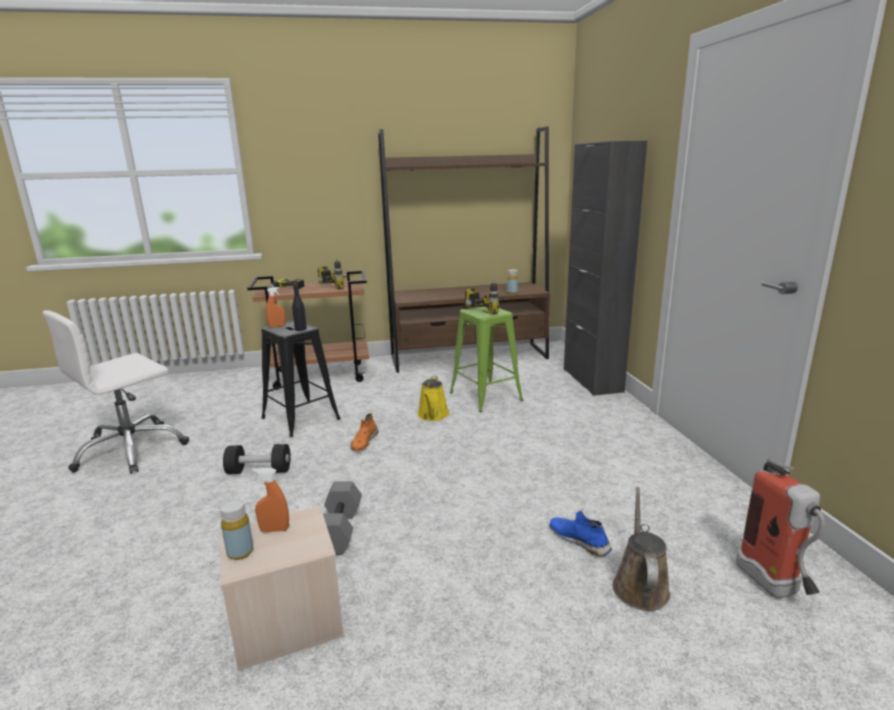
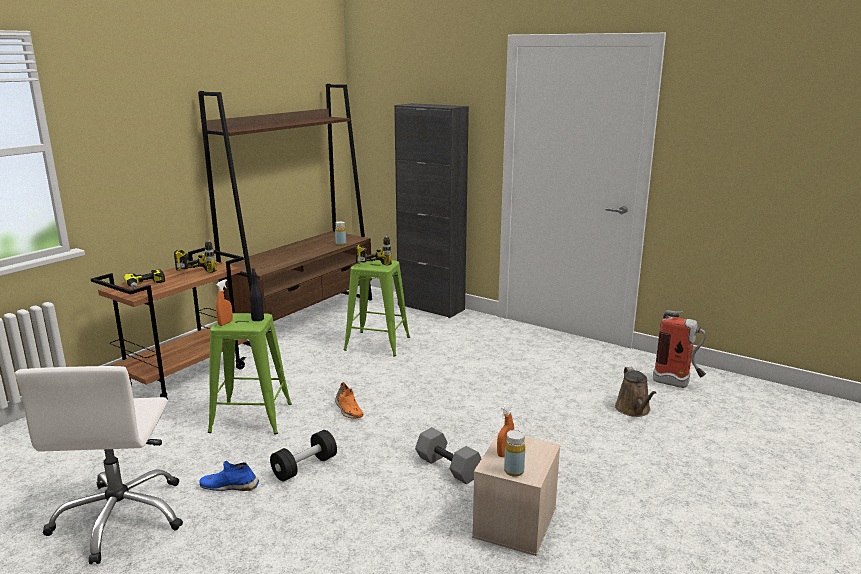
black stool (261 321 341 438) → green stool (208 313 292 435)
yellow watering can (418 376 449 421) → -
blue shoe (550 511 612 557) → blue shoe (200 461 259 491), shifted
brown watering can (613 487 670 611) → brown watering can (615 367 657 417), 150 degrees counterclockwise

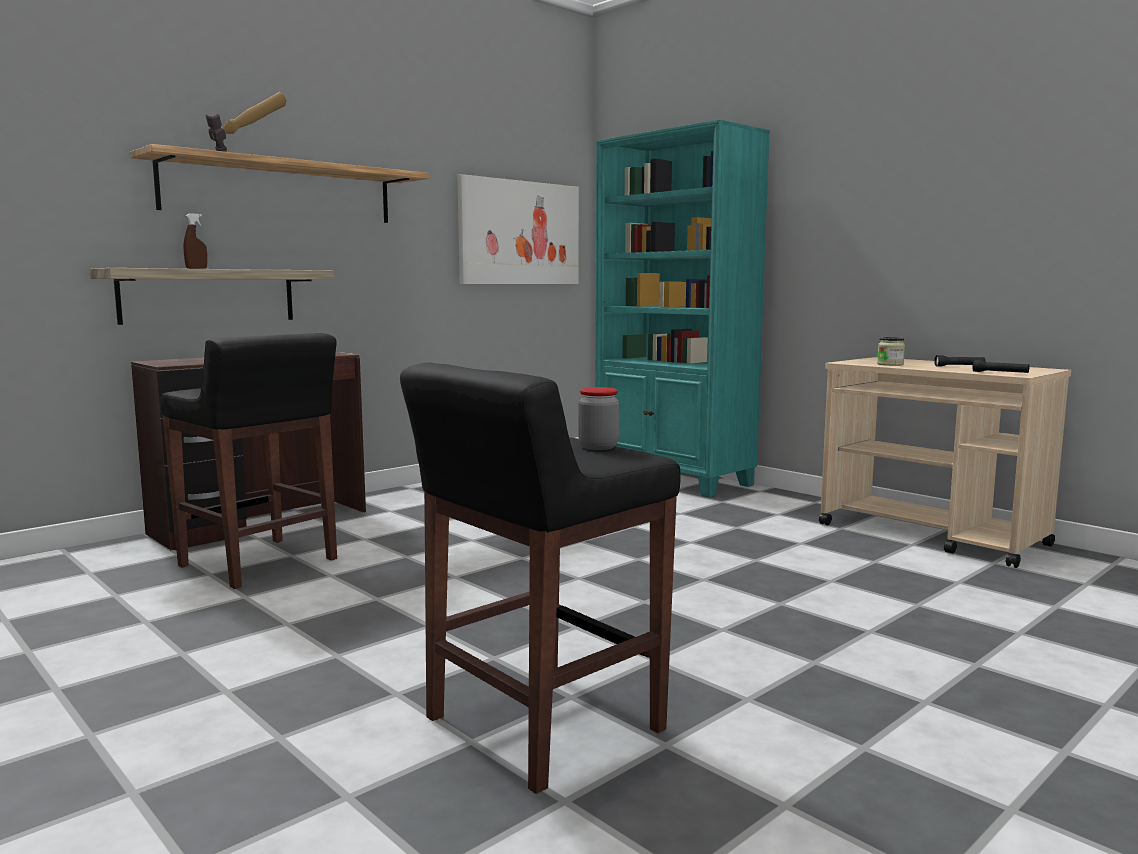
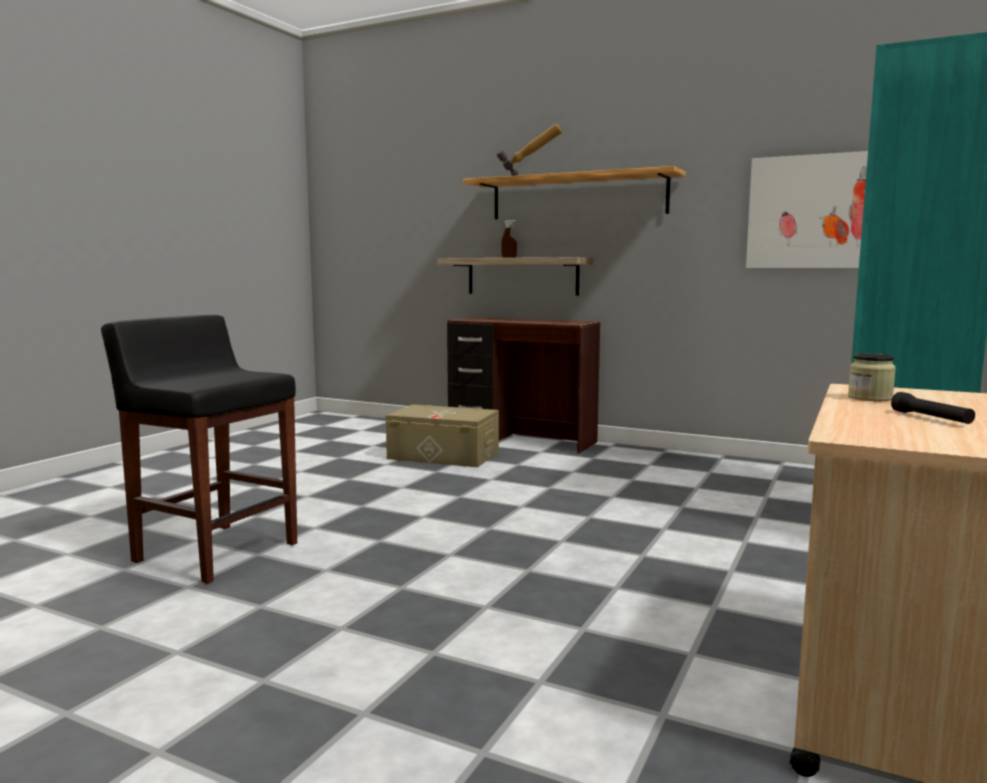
black stool (160 333 337 589) → beige storage box (386 405 499 467)
jar (578 387 619 450) → -
black flashlight (973 360 1030 373) → -

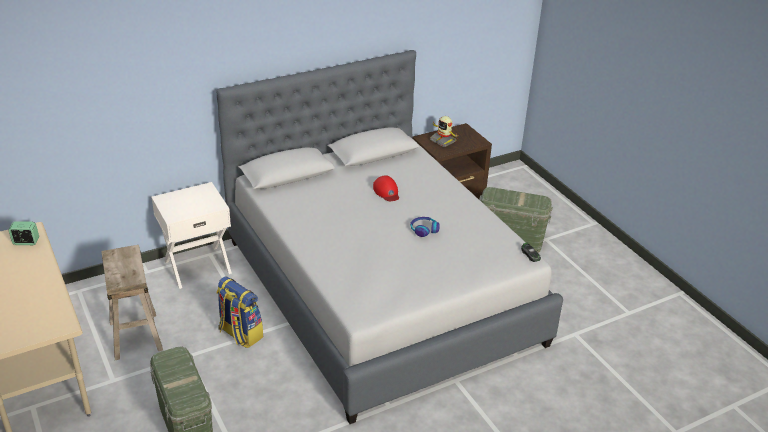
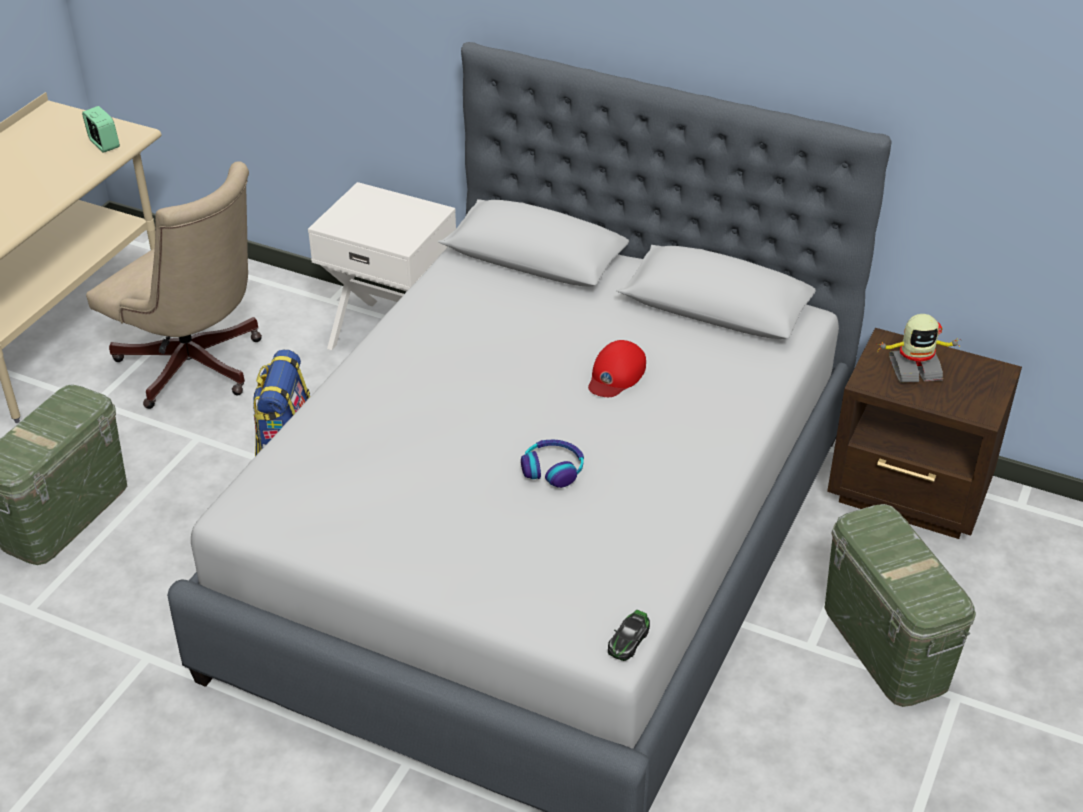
beige stool (101 245 163 360) → beige office chair (86 161 262 409)
toy robot (430 116 459 147) → toy robot (878 314 961 382), 105 degrees counterclockwise

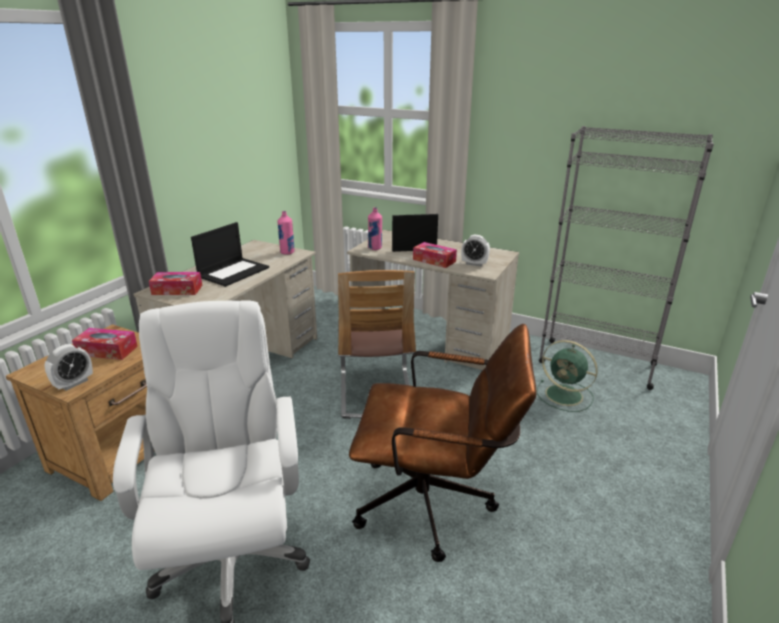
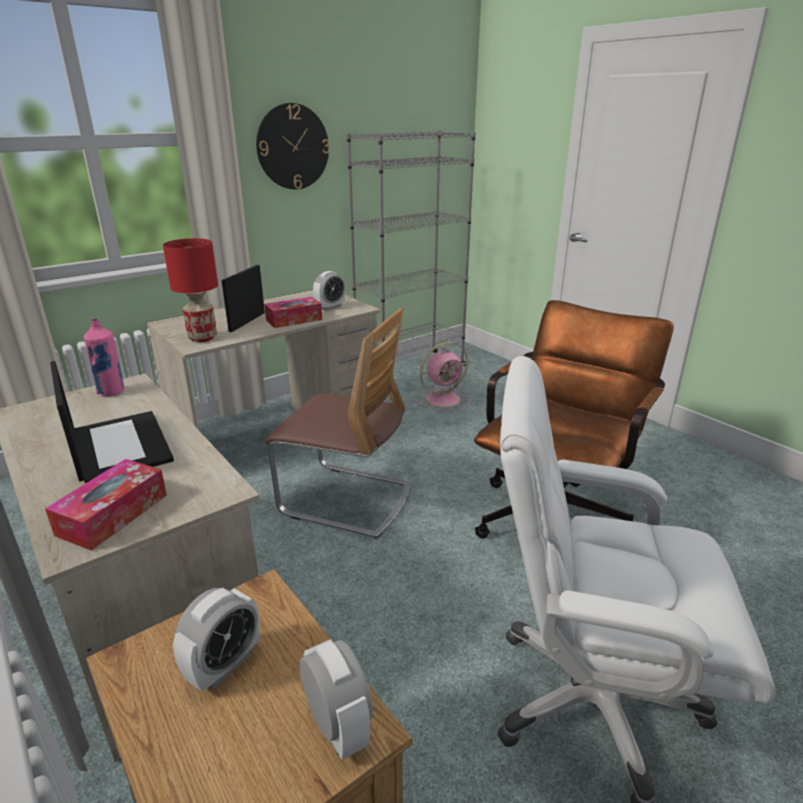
tissue box (72 328 138 360) → alarm clock (173 588 260 692)
pink bottle (368 207 382 250) → red table lamp (163 238 218 342)
green fan (537 340 598 412) → pink fan (414 342 471 411)
- → wall clock (256 103 330 189)

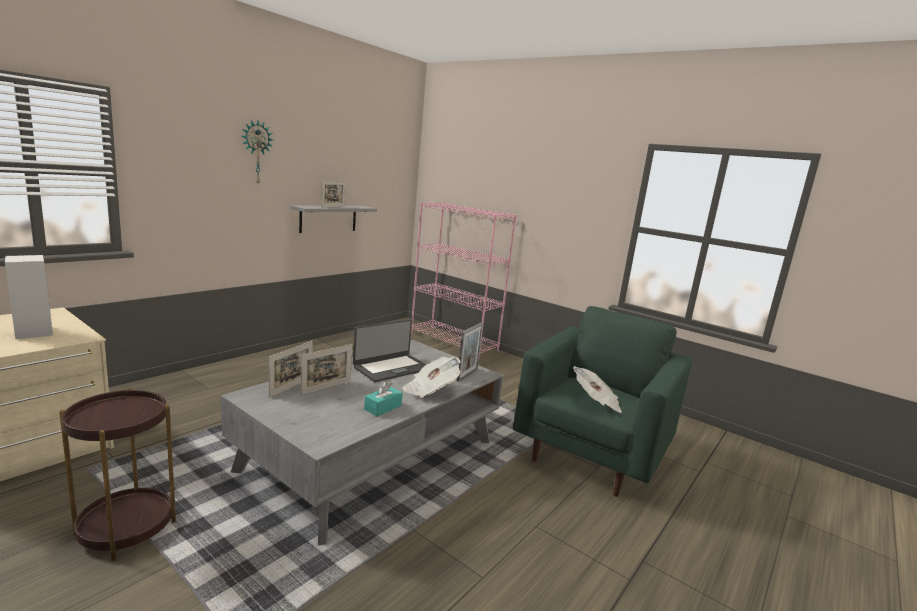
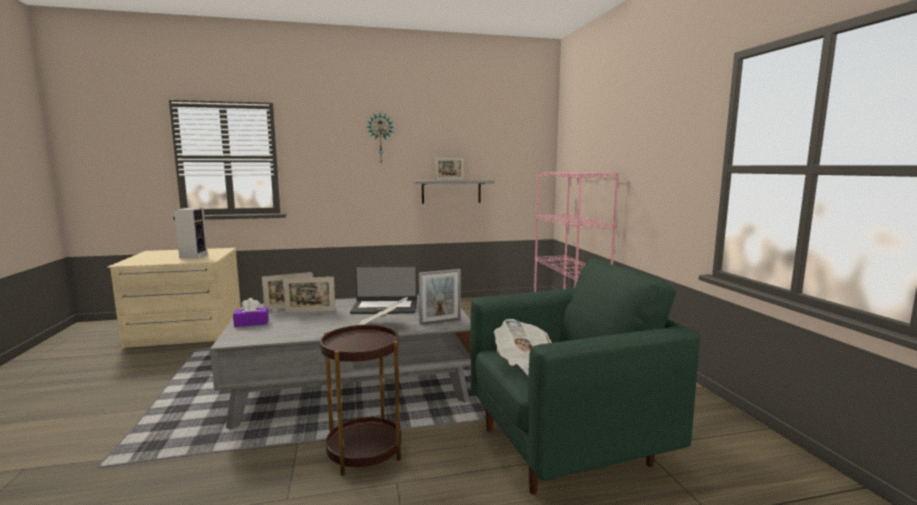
brown side table (59 388 176 561) → brown side table (320 324 401 475), shifted
turquoise tissue box (364 381 403 416) → -
- → purple tissue box (233 298 269 327)

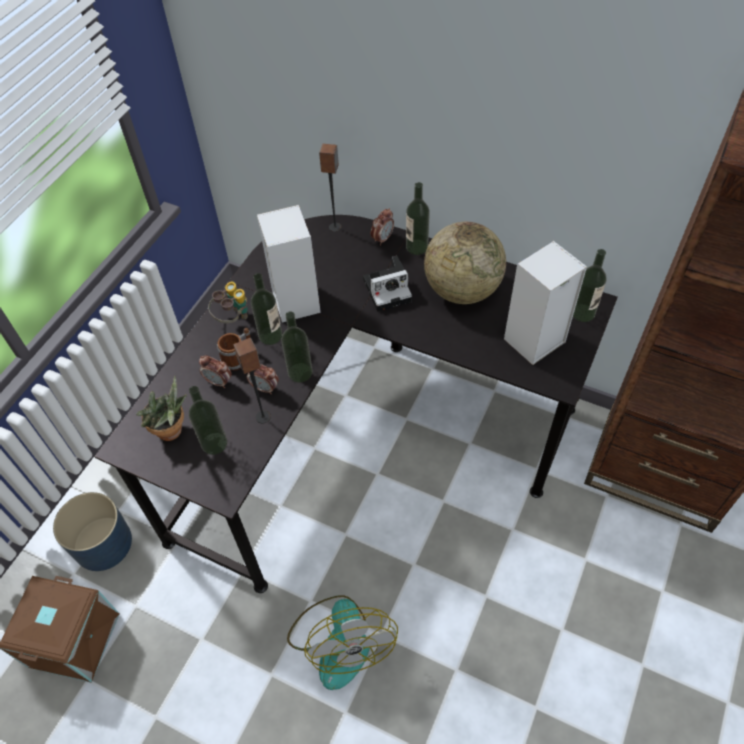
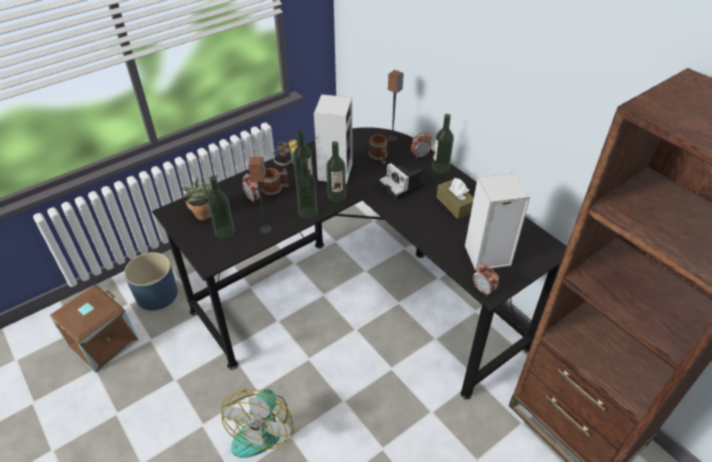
alarm clock (246 364 279 394) → alarm clock (473 263 499 297), shifted
photo camera (363 256 412 311) → photo camera (379 163 424 200), 45 degrees clockwise
globe (424 222 506 304) → brown tissue box (436 178 474 219)
bottle (573 249 606 322) → bottle (326 141 346 203), shifted
- → mug (369 134 388 167)

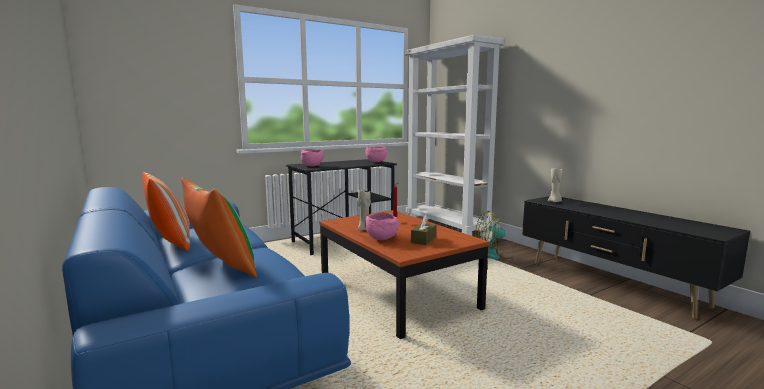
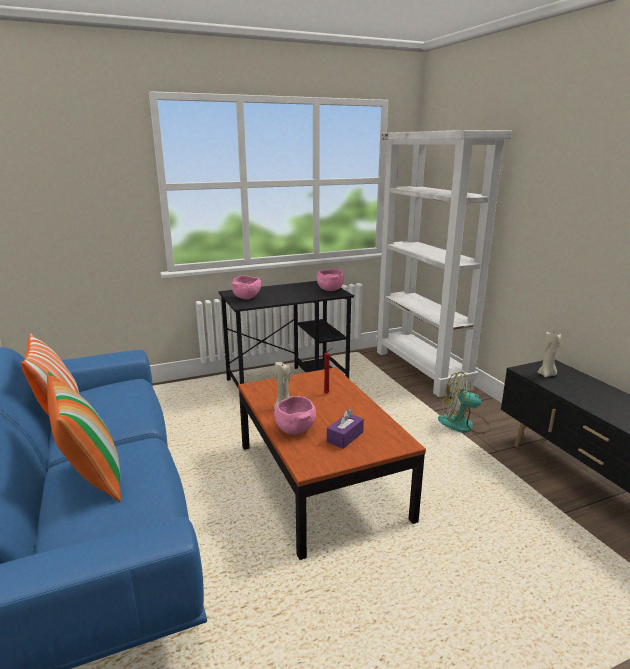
brown tissue box (411 215 437 245) → purple tissue box (327 409 364 449)

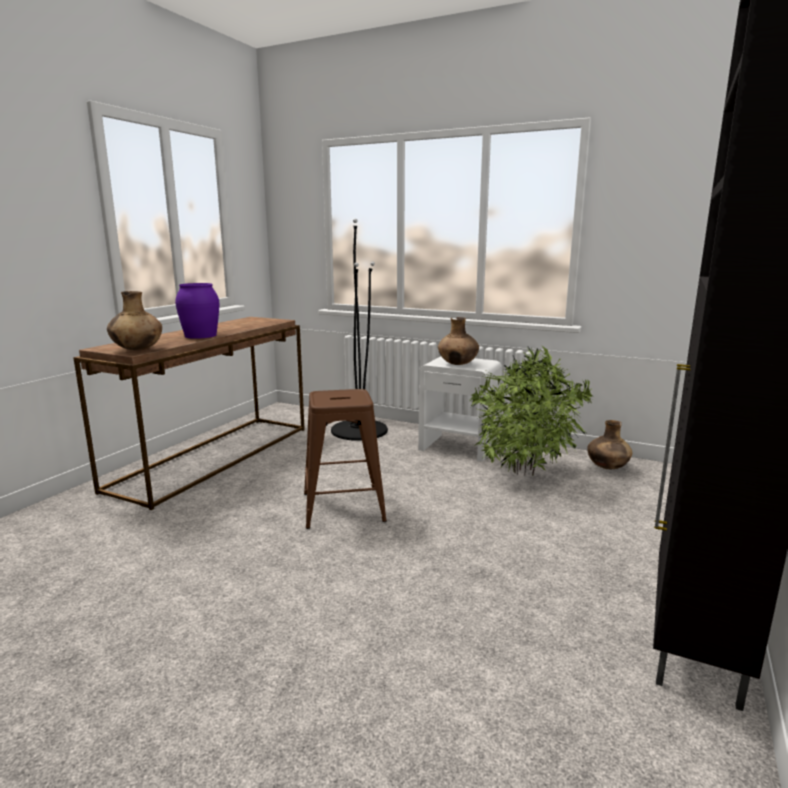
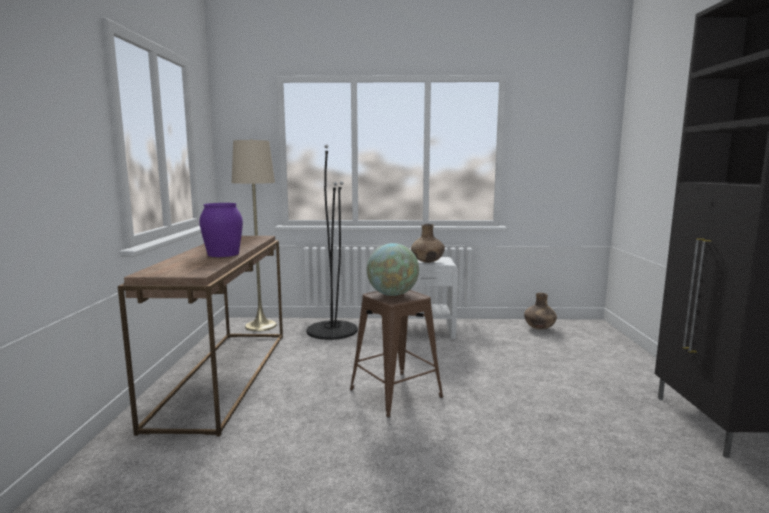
brown vase (107 291 162 351) → -
potted plant (468 346 592 476) → -
- → beige floor lamp (232 139 277 331)
- → globe (367 243 419 296)

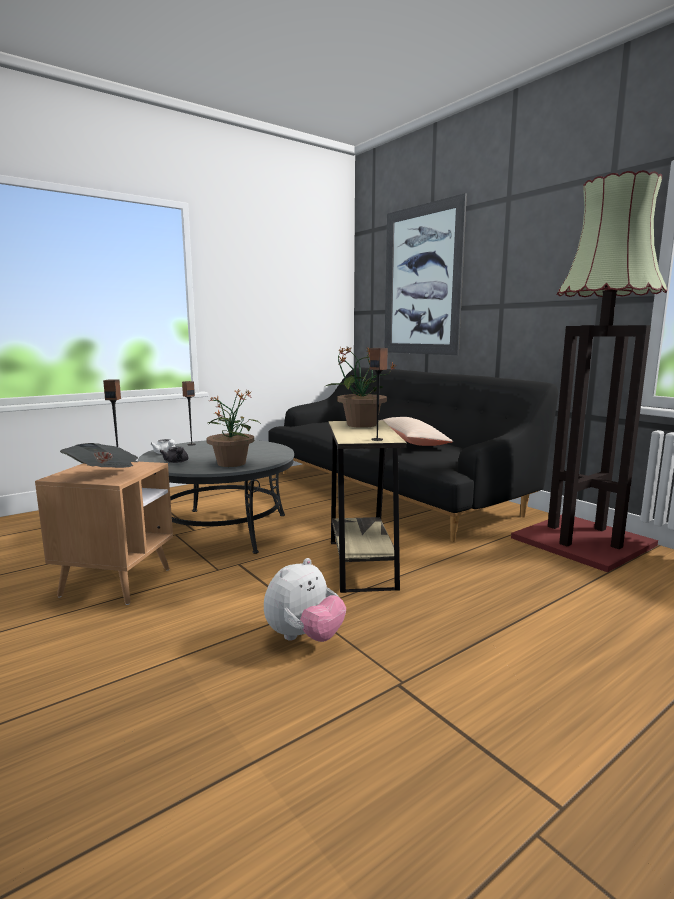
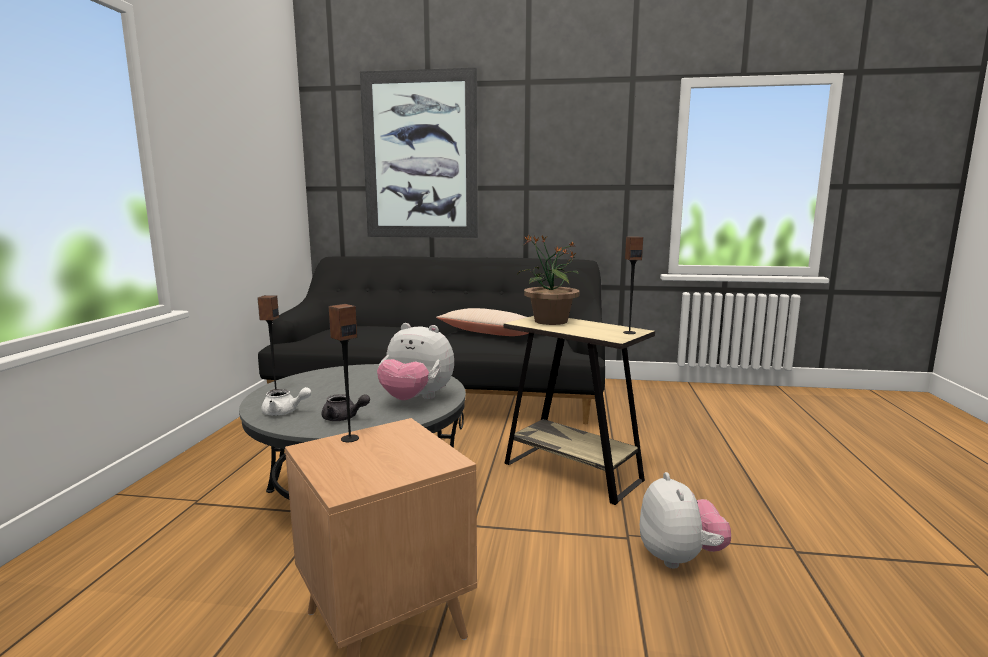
newspaper (60 443 138 468) → -
potted plant (206 388 261 467) → plush toy (377 323 454 400)
floor lamp (511 170 667 572) → -

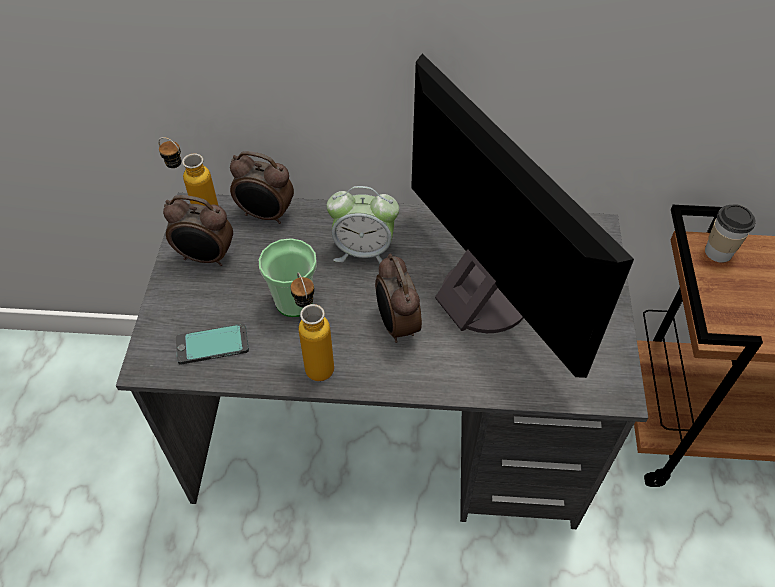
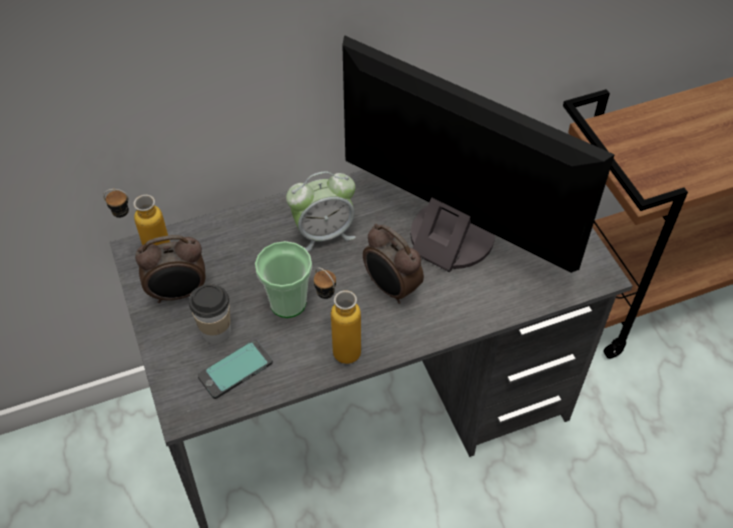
alarm clock (230 151 294 224) → -
cup (705 204 756 263) → cup (189 284 231 344), shifted

